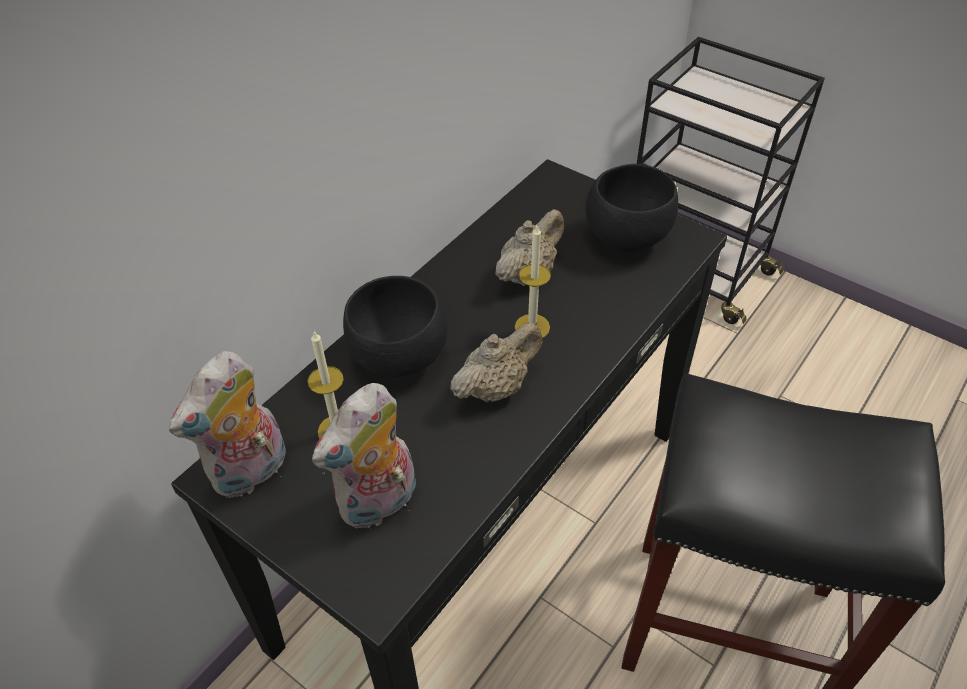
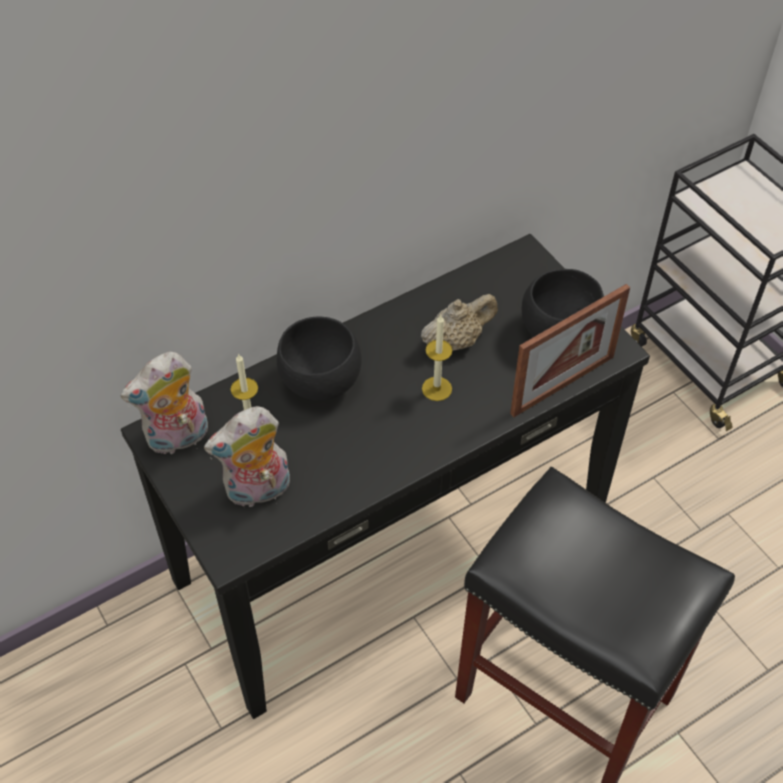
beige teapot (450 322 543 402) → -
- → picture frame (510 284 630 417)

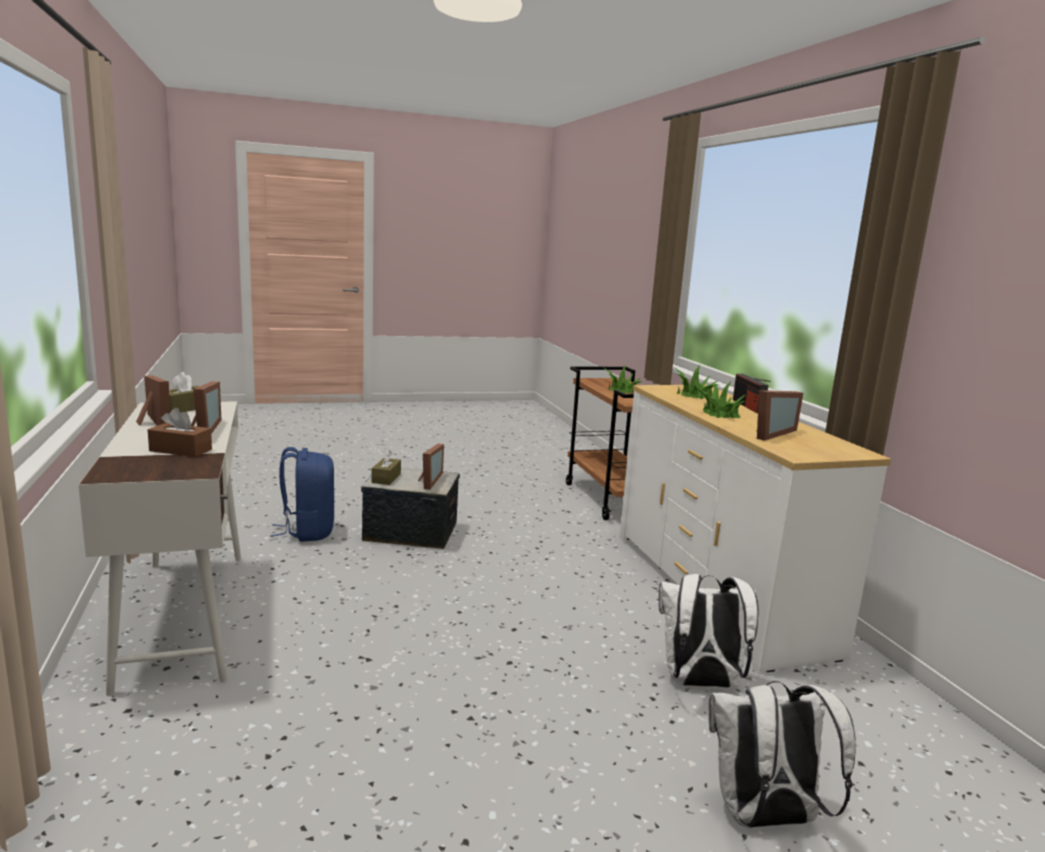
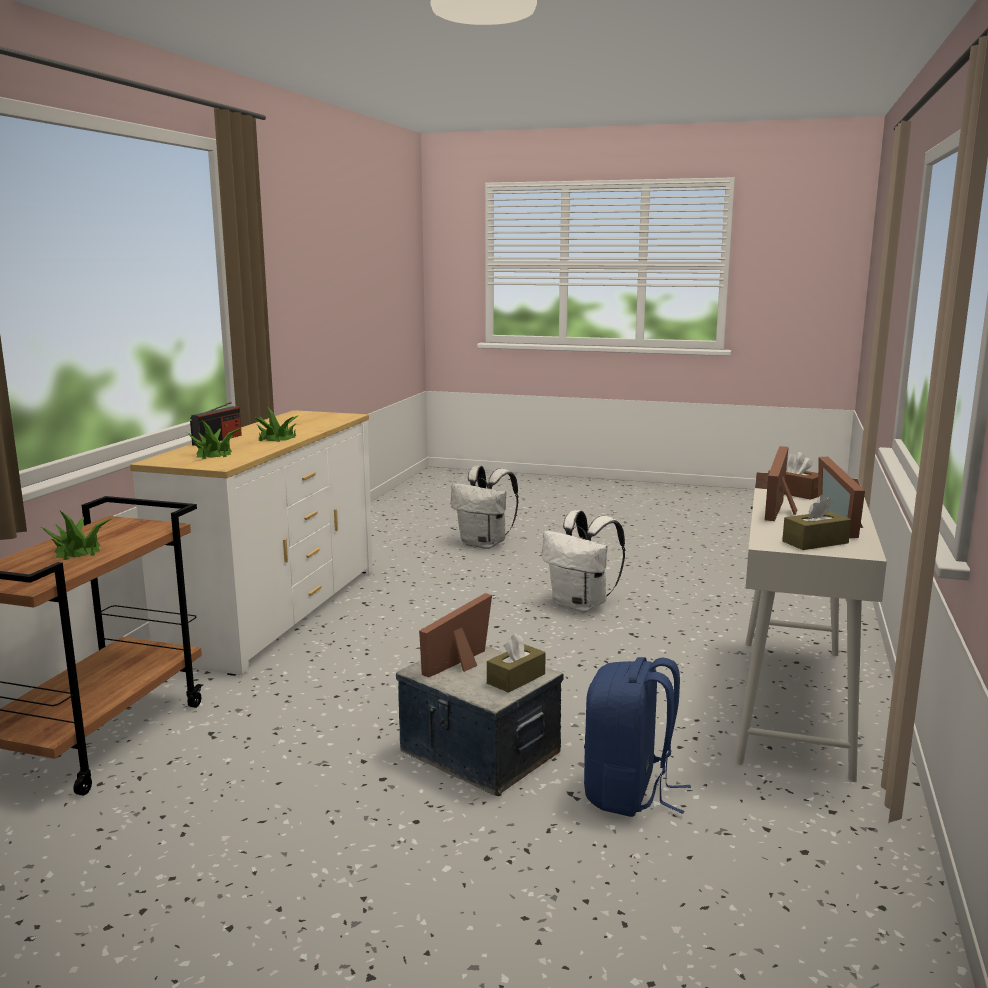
white backpack (658 574 759 688) → white backpack (542 510 625 612), shifted
picture frame (757 390 803 441) → -

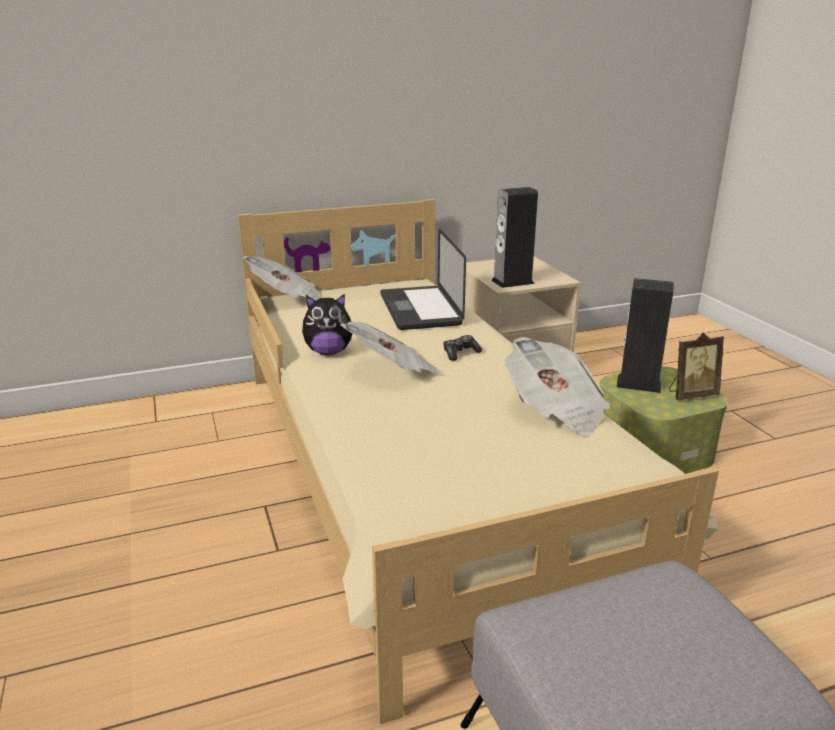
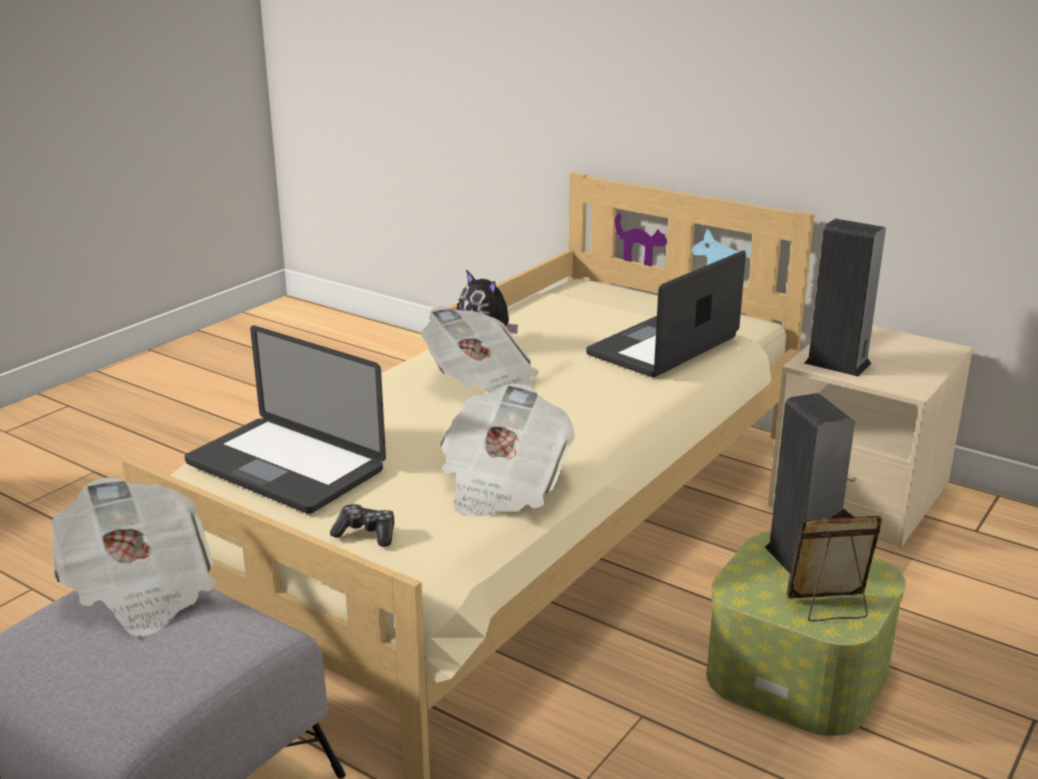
newspaper (243 256 321 301) → newspaper (51 477 216 636), shifted
game controller (443 335 482 361) → game controller (330 504 394 547), shifted
picture frame (669 332 724 400) → picture frame (787 509 882 621), 135 degrees clockwise
- → laptop (184 325 386 514)

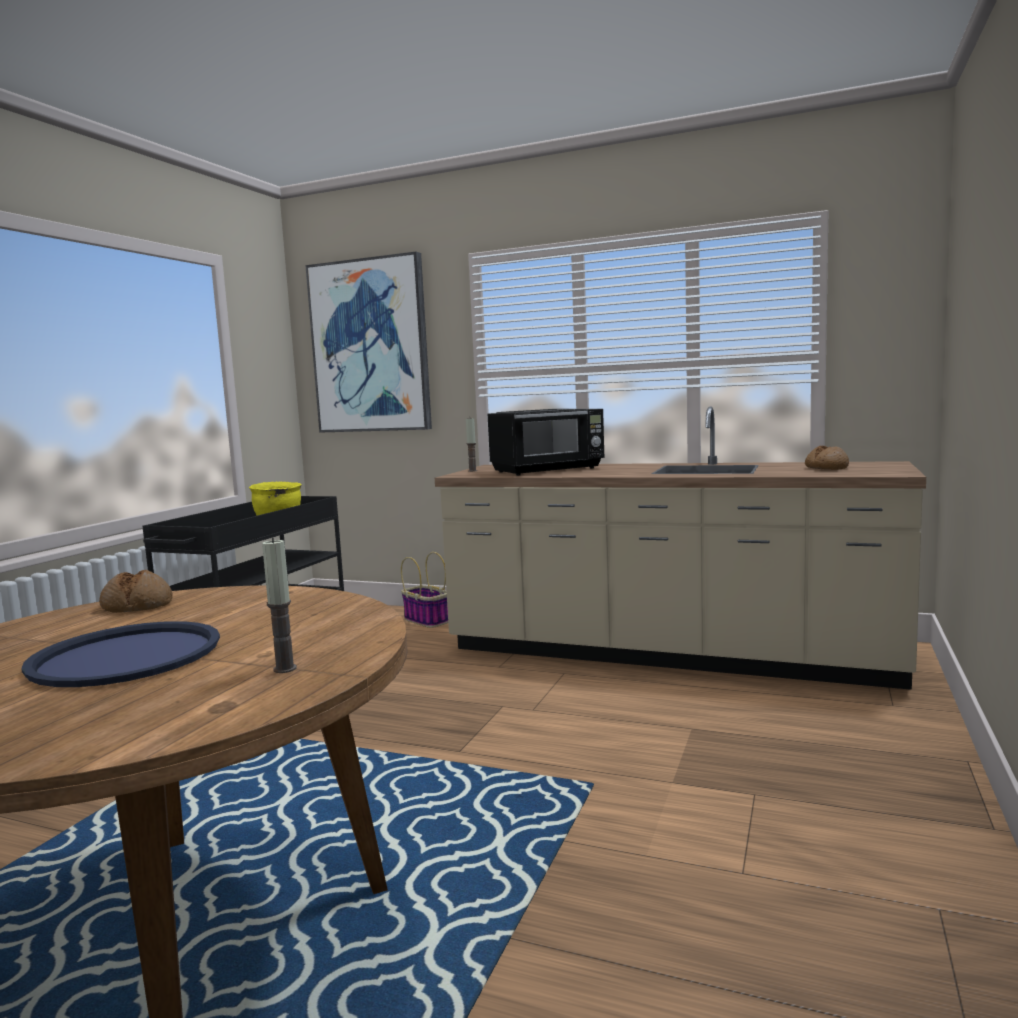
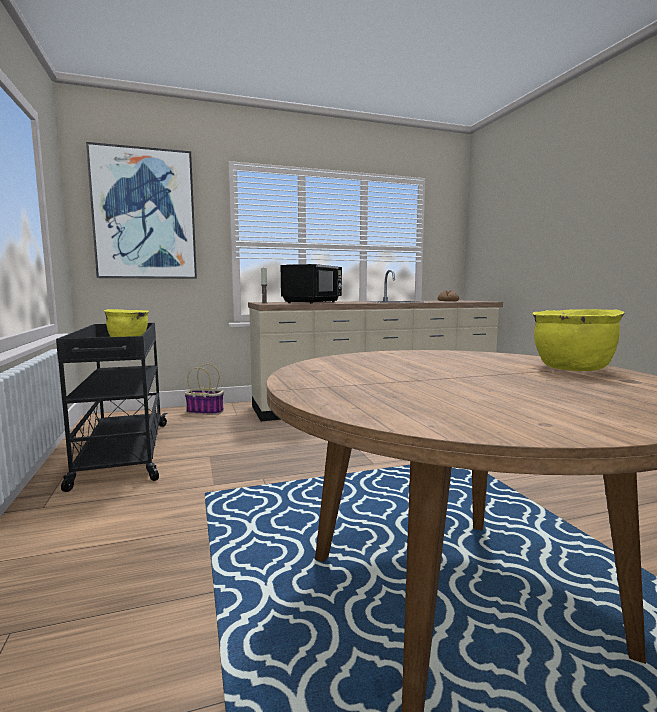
blue tray (21 621 220 687) → -
bread (99 570 173 613) → -
candle (262 538 297 673) → yellow cooking pot (532 309 625 371)

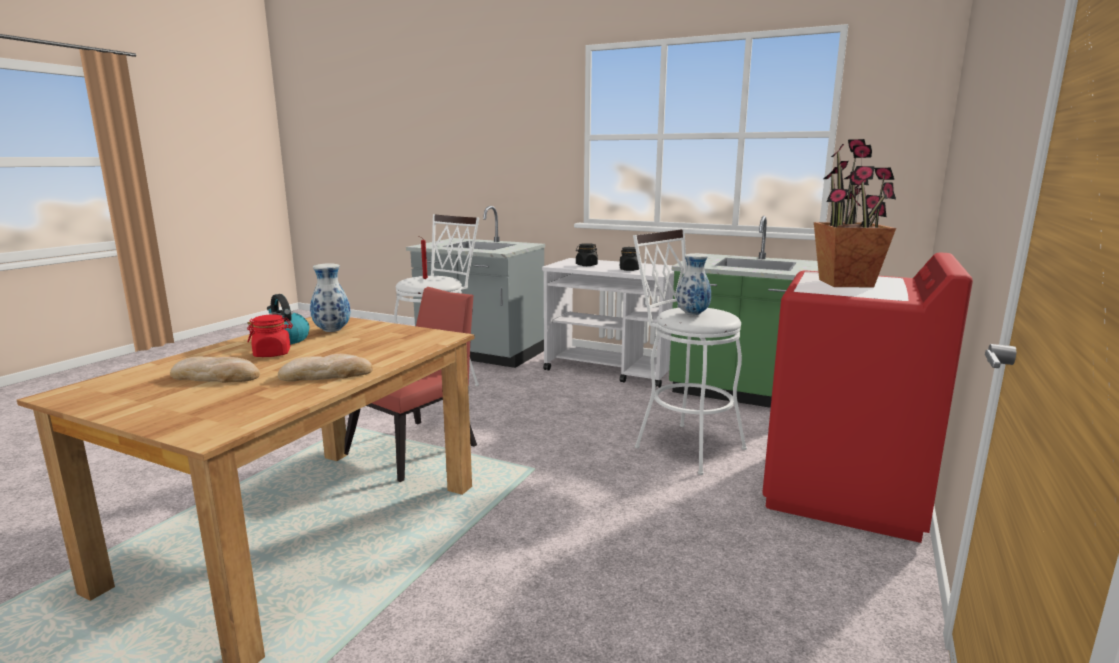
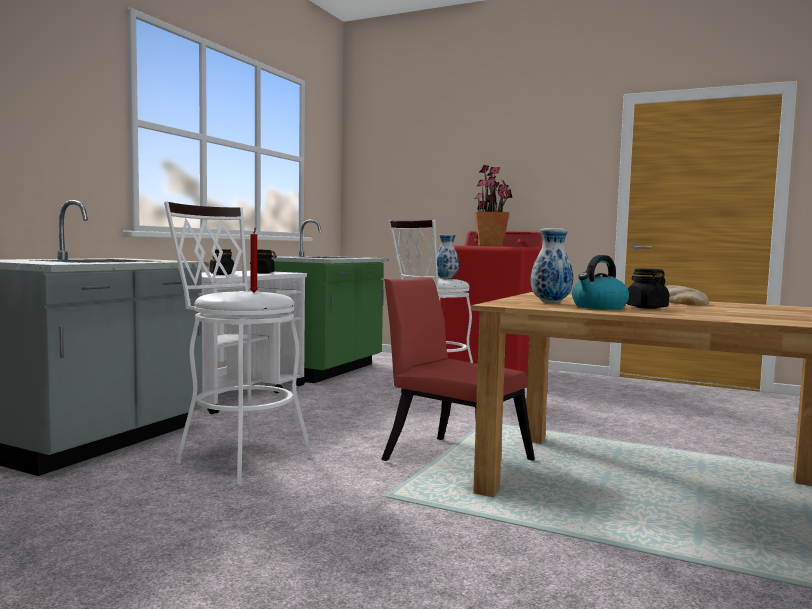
bread (170 357 260 383) → -
red jar (247 314 293 357) → black jar (626 269 669 309)

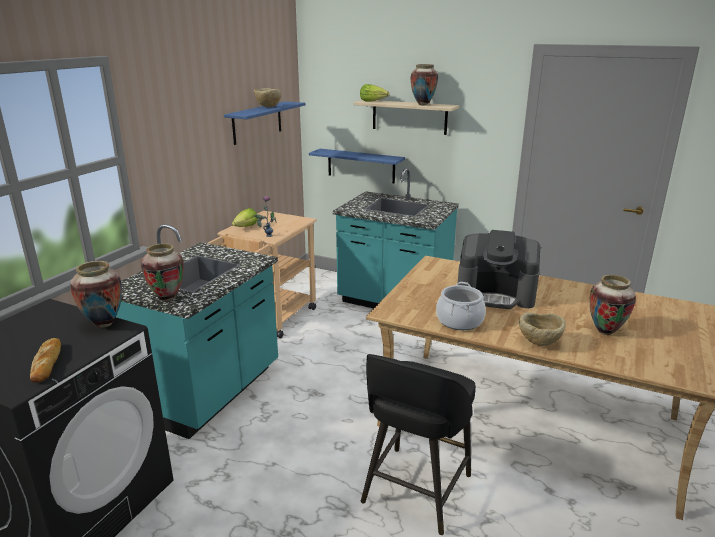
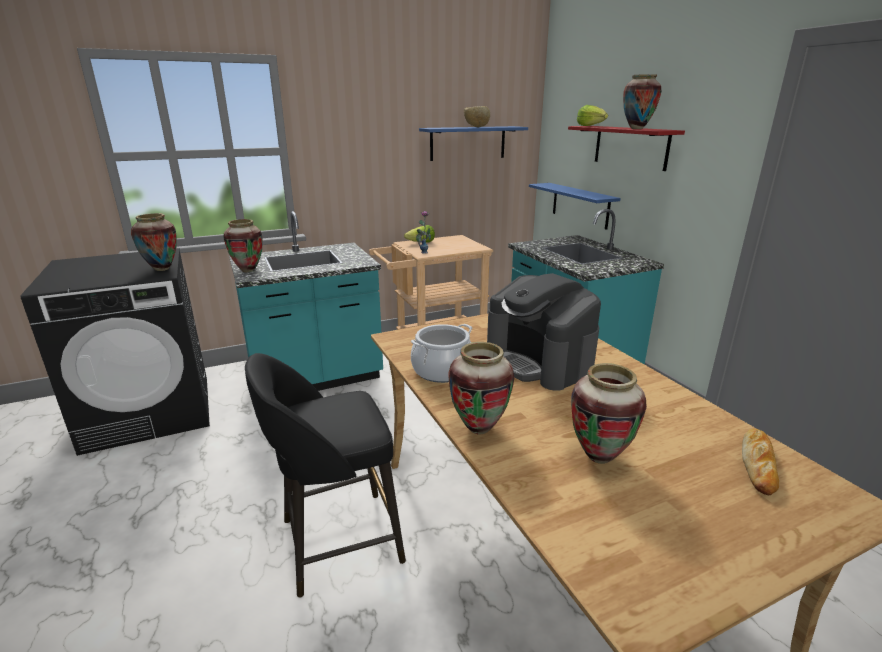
bread (30 338 61 383) → bread (742 428 779 495), shifted
beige shelf (353 100 459 135) → red shelf (568 126 685 171)
beige bowl (519 312 566 346) → vase (449 342 514 434)

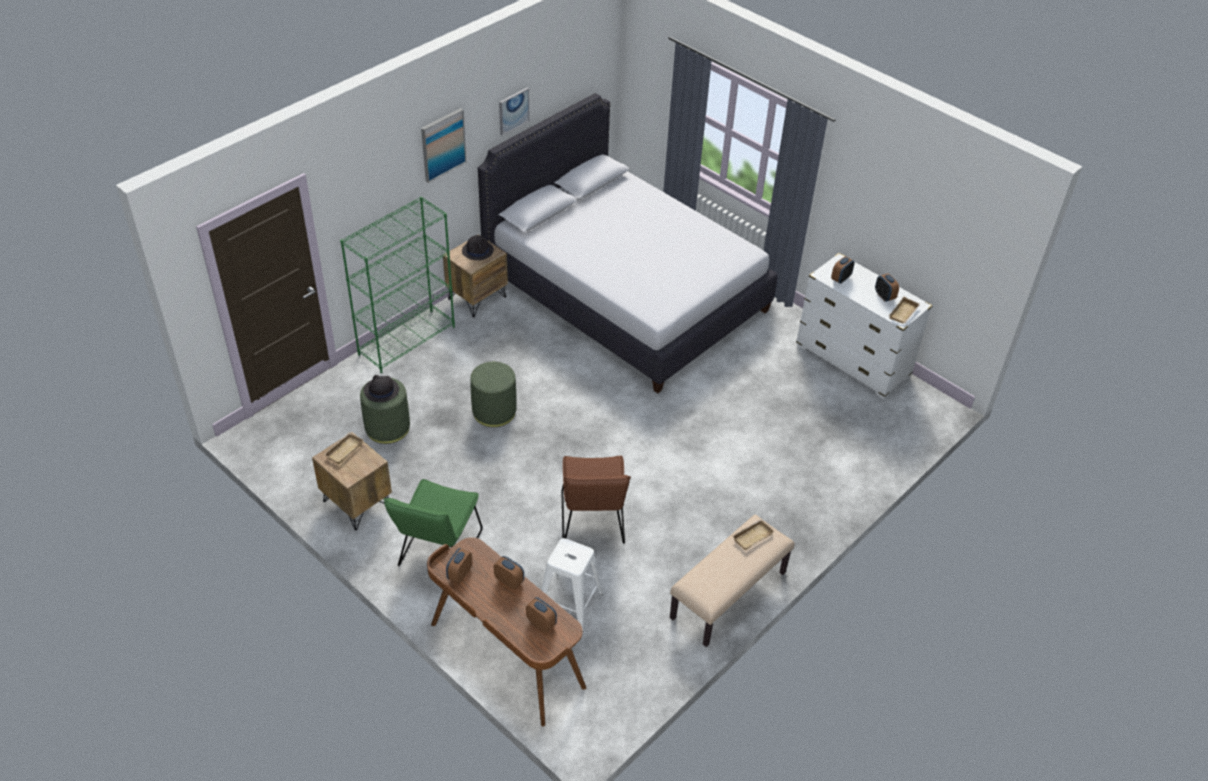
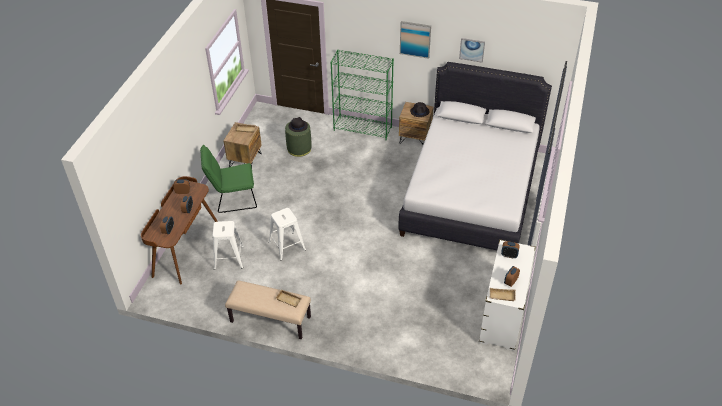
green ottoman (470 362 517 427) → -
brown chair (561 456 631 544) → white stool (269 208 306 261)

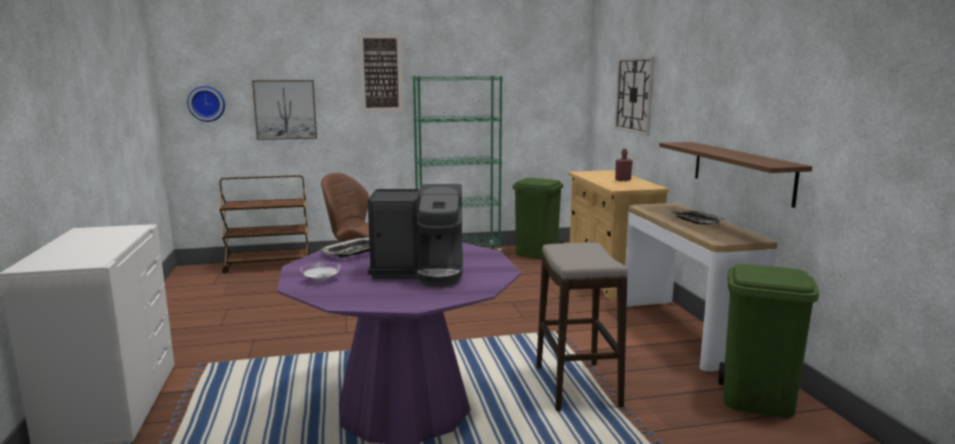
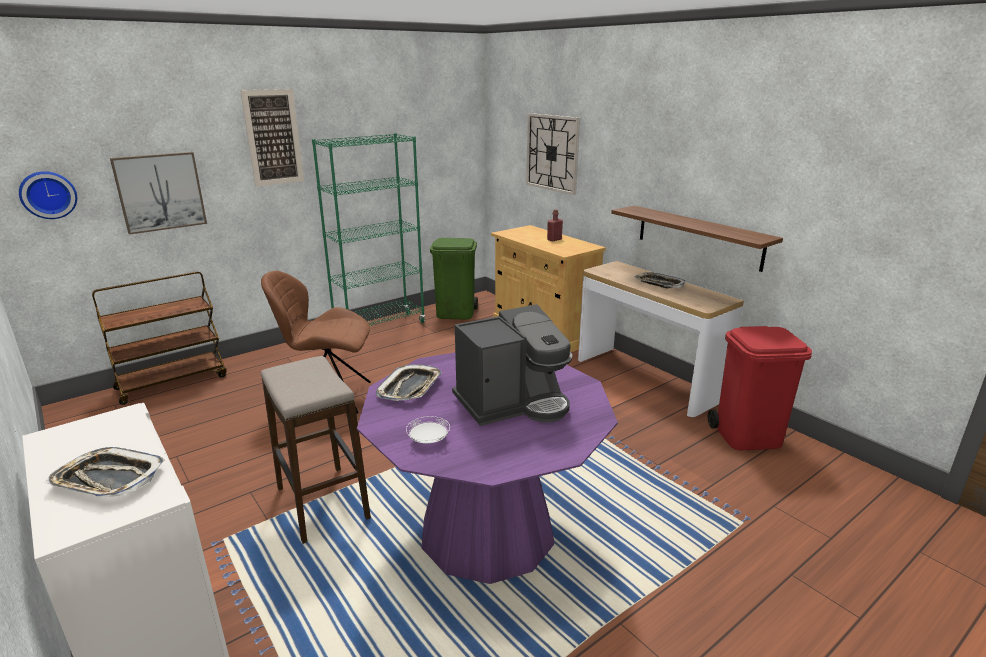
stool (536 243 628 411) → stool (261 356 371 544), shifted
green trash can (718 264 819 418) → red trash can (707 326 812 450)
- → tray (45 447 165 497)

